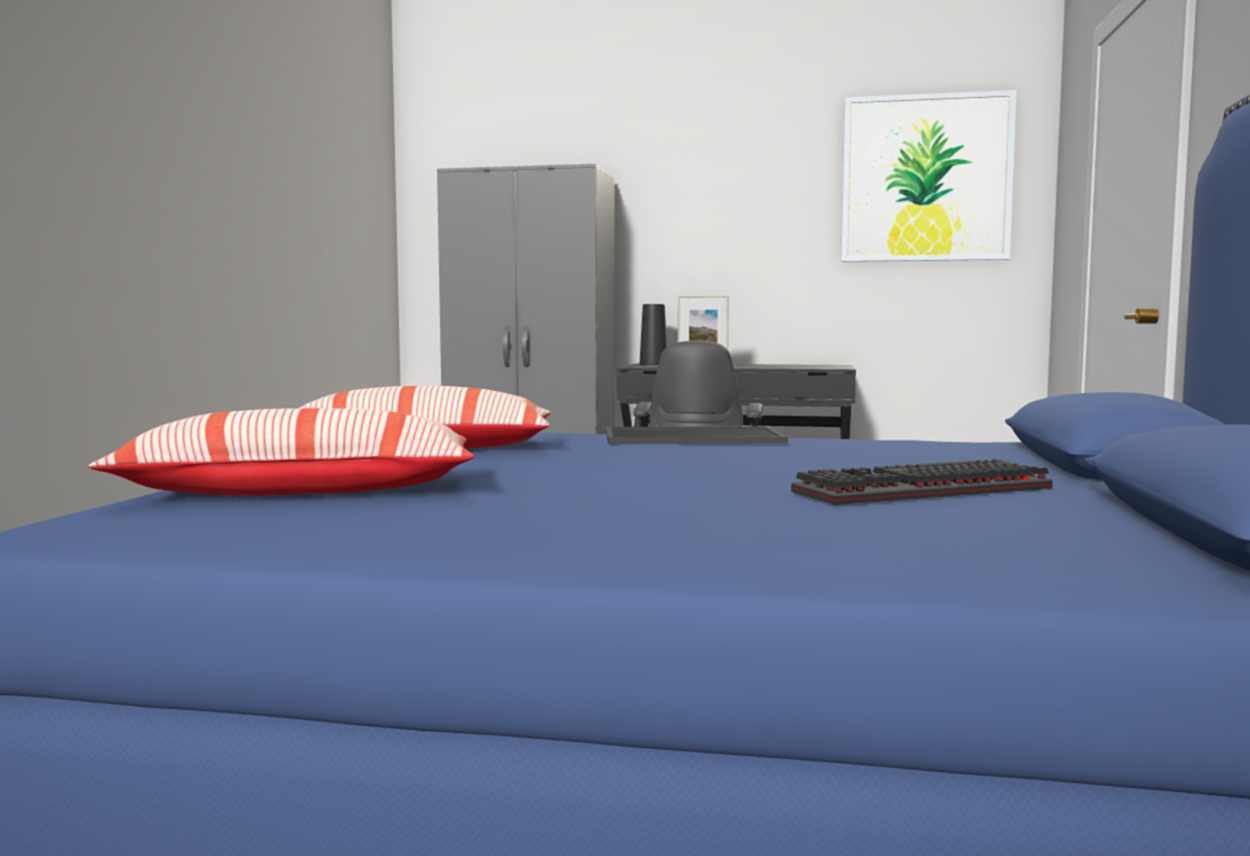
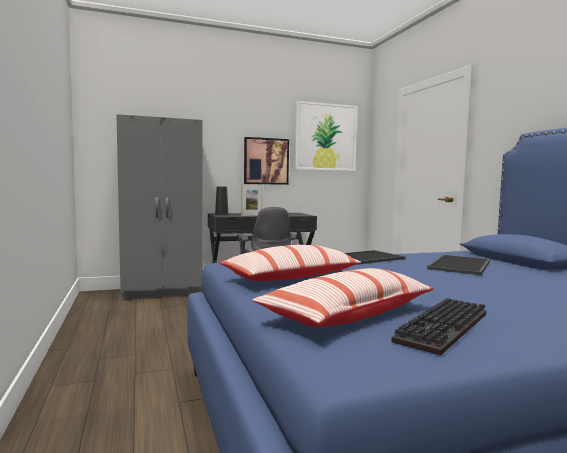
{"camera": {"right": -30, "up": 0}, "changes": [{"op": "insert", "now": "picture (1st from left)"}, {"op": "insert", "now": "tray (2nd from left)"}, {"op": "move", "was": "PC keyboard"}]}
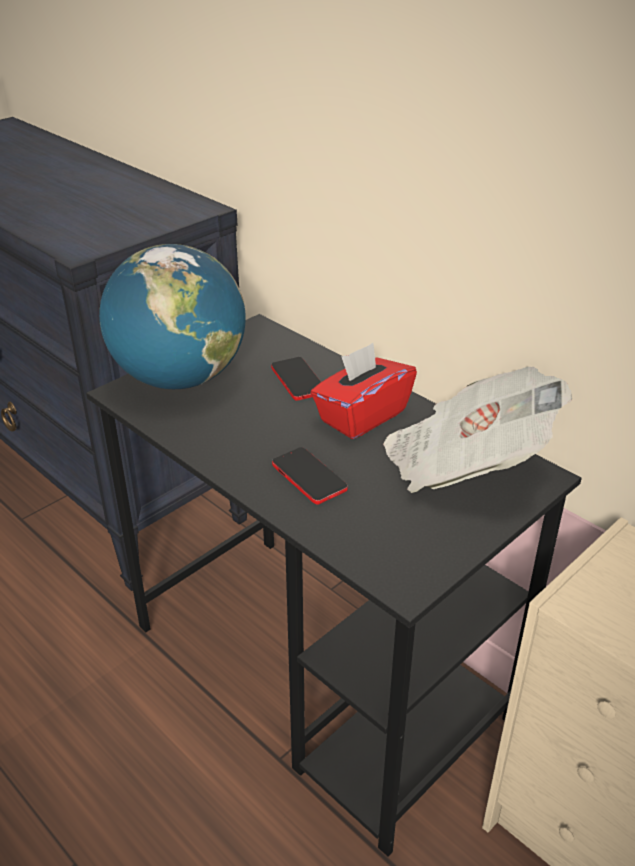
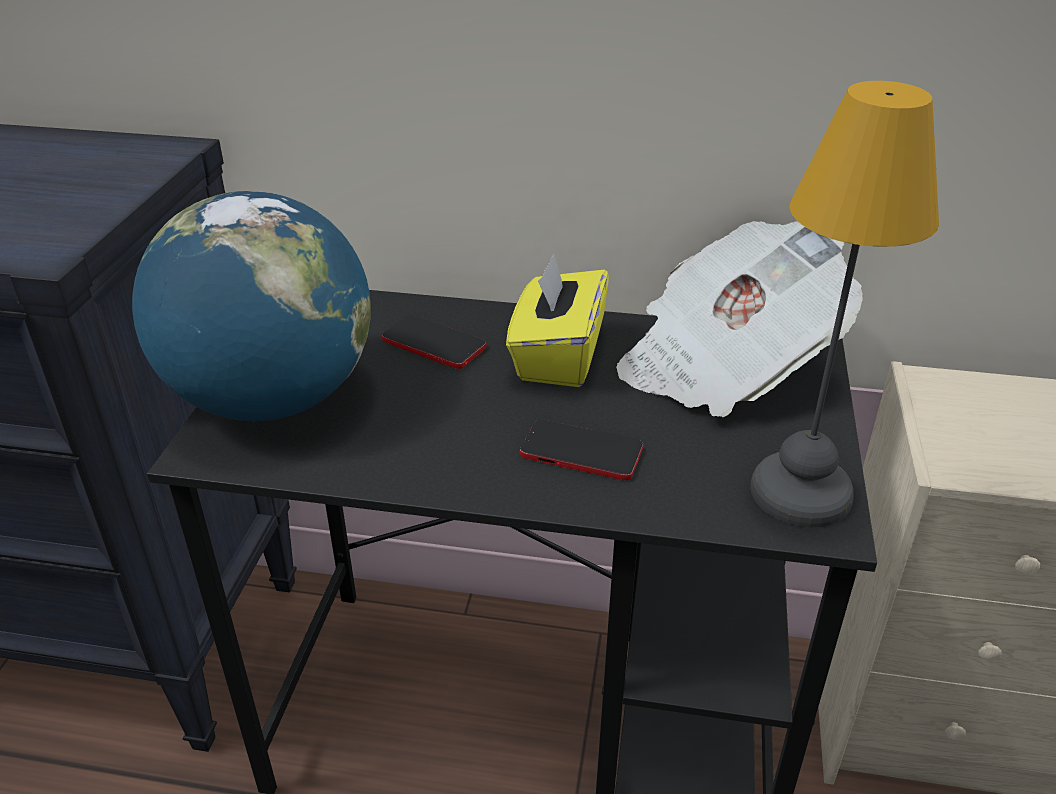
{"camera": {"right": -35, "up": 0}, "changes": [{"op": "insert", "now": "lamp for a table"}, {"op": "recolor", "was": "red-coloured tissue box", "now": "yellowish tissue box"}]}
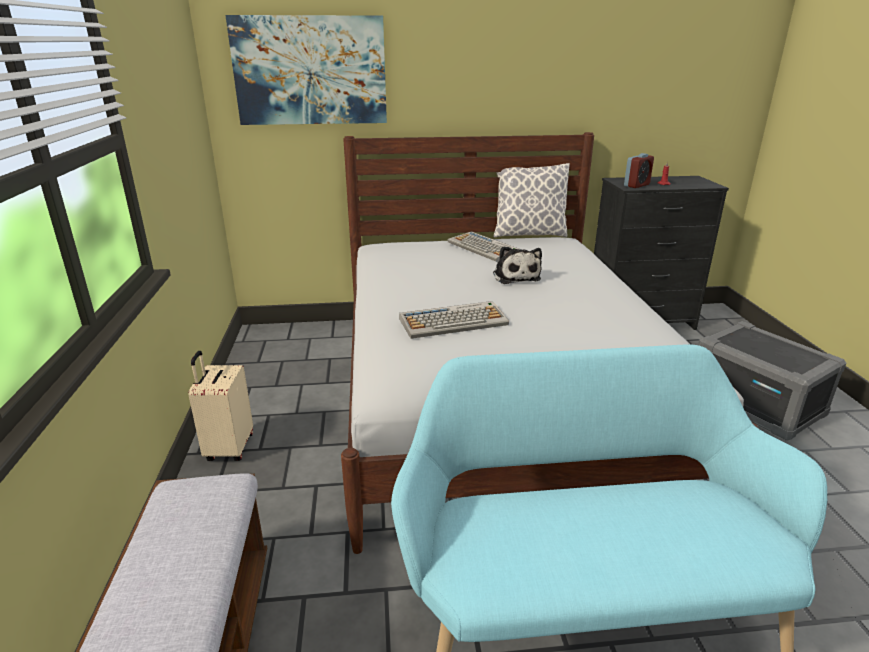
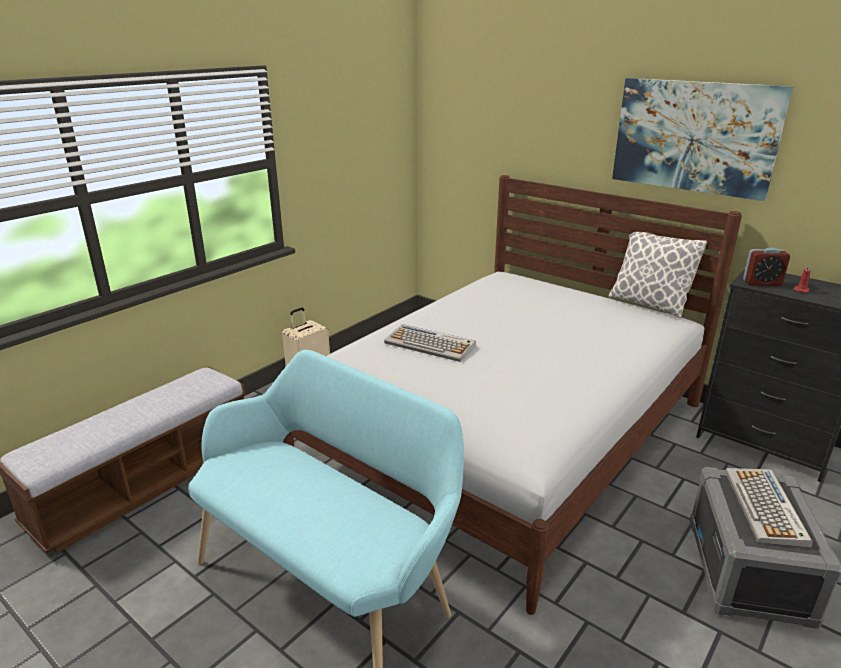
{"camera": {"right": 45, "up": 0}, "changes": [{"op": "delete", "was": "soft toy"}, {"op": "move", "was": "picture"}, {"op": "move", "was": "PC keyboard (2nd from left)"}]}
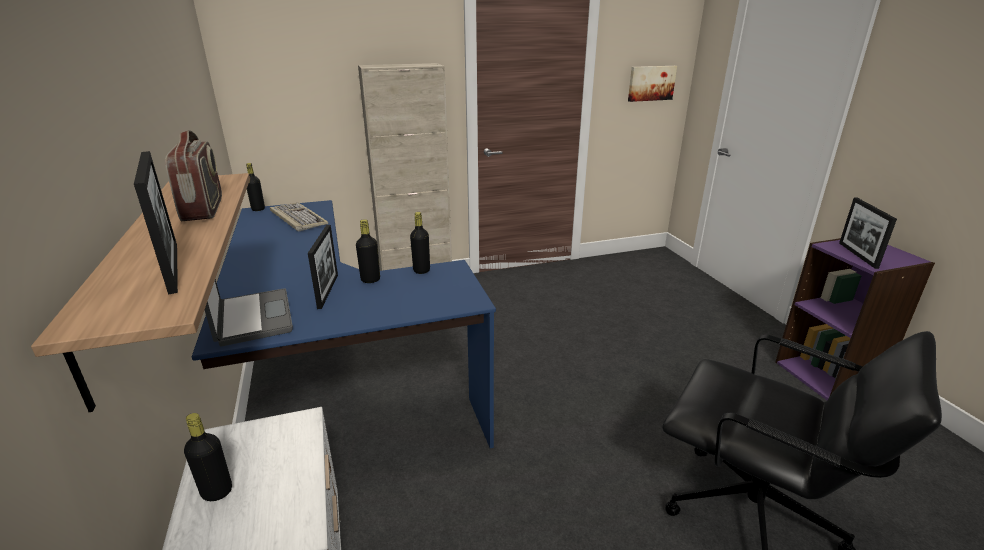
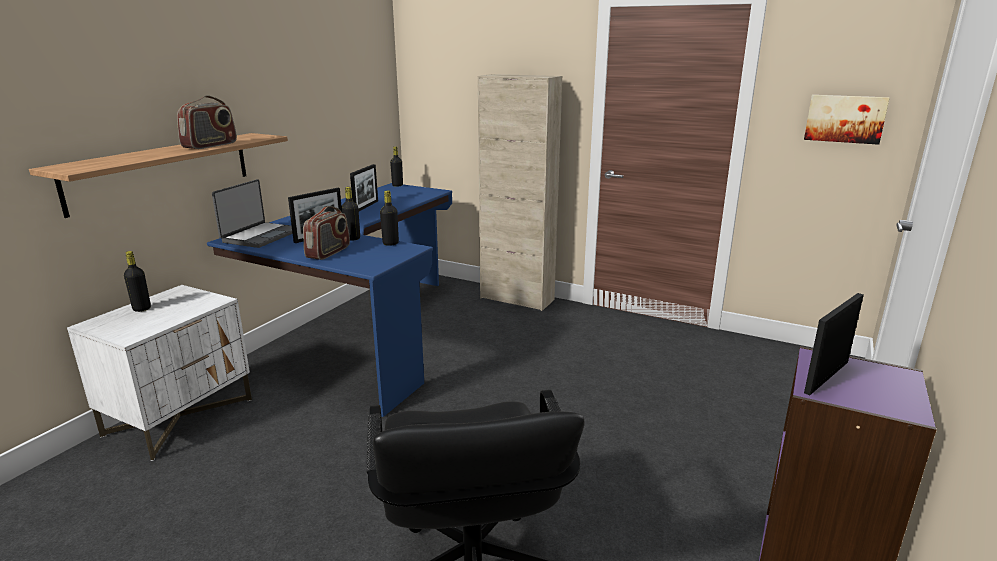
{"camera": {"right": 45, "up": -5}, "changes": [{"op": "delete", "was": "PC keyboard"}, {"op": "insert", "now": "radio set (2nd from left)"}, {"op": "move", "was": "photo frame (1st from left in the first image)", "now": "photo frame (2nd from left)"}]}
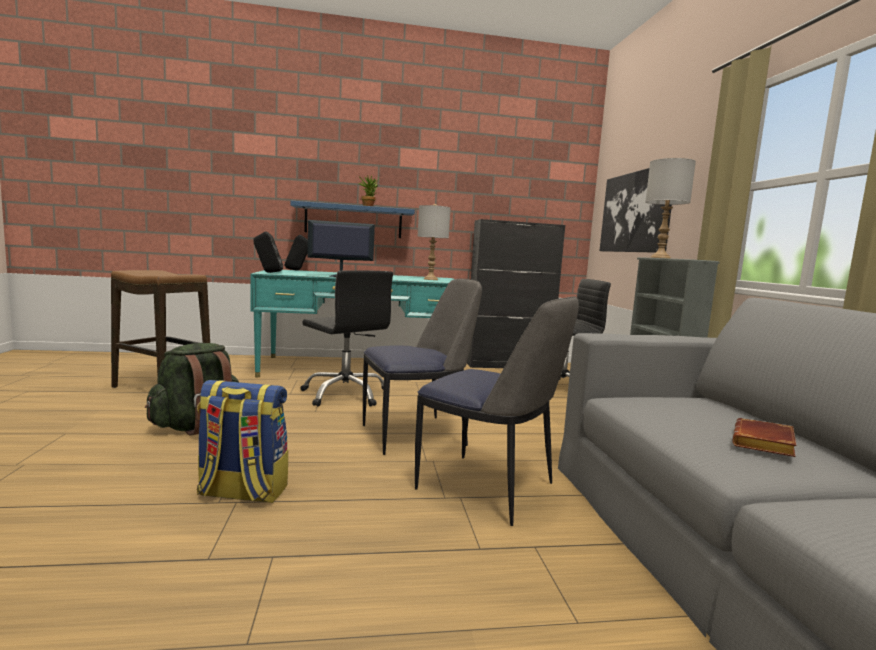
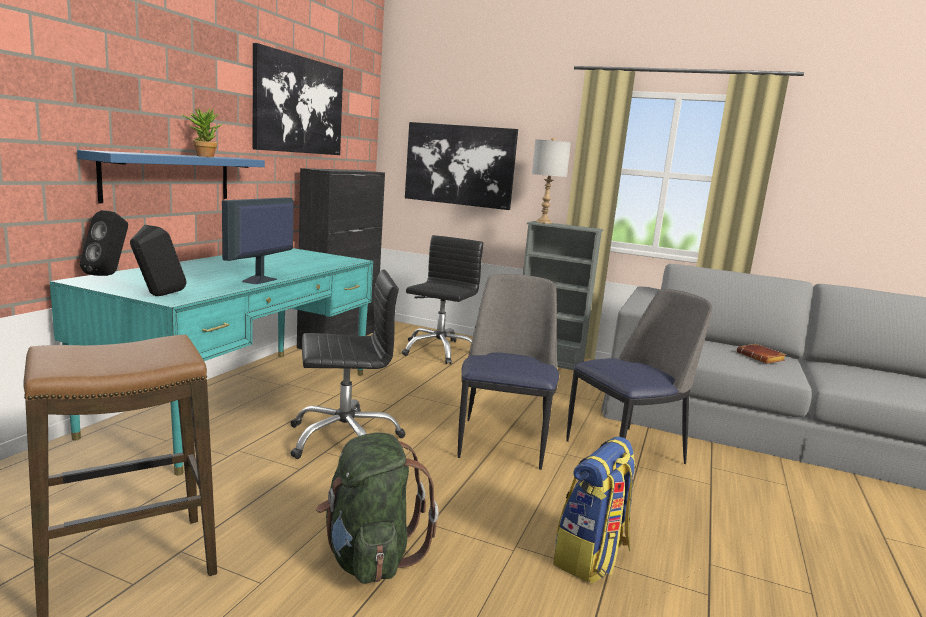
{"camera": {"right": -60, "up": 5}, "changes": [{"op": "delete", "was": "greyish lamp for a table (1st from left)"}, {"op": "insert", "now": "picture (1st from left)"}]}
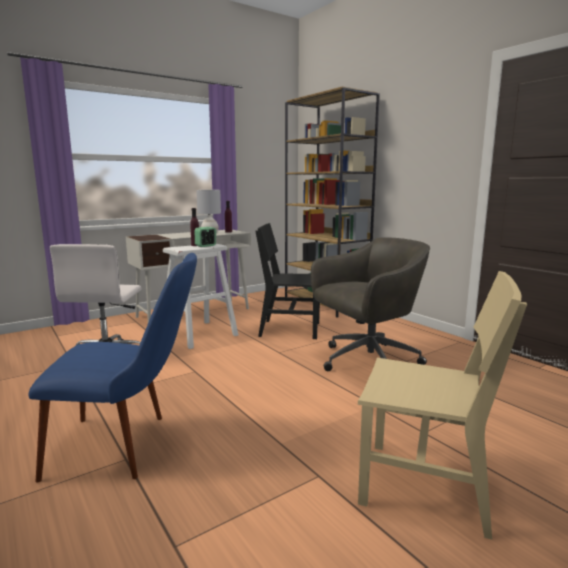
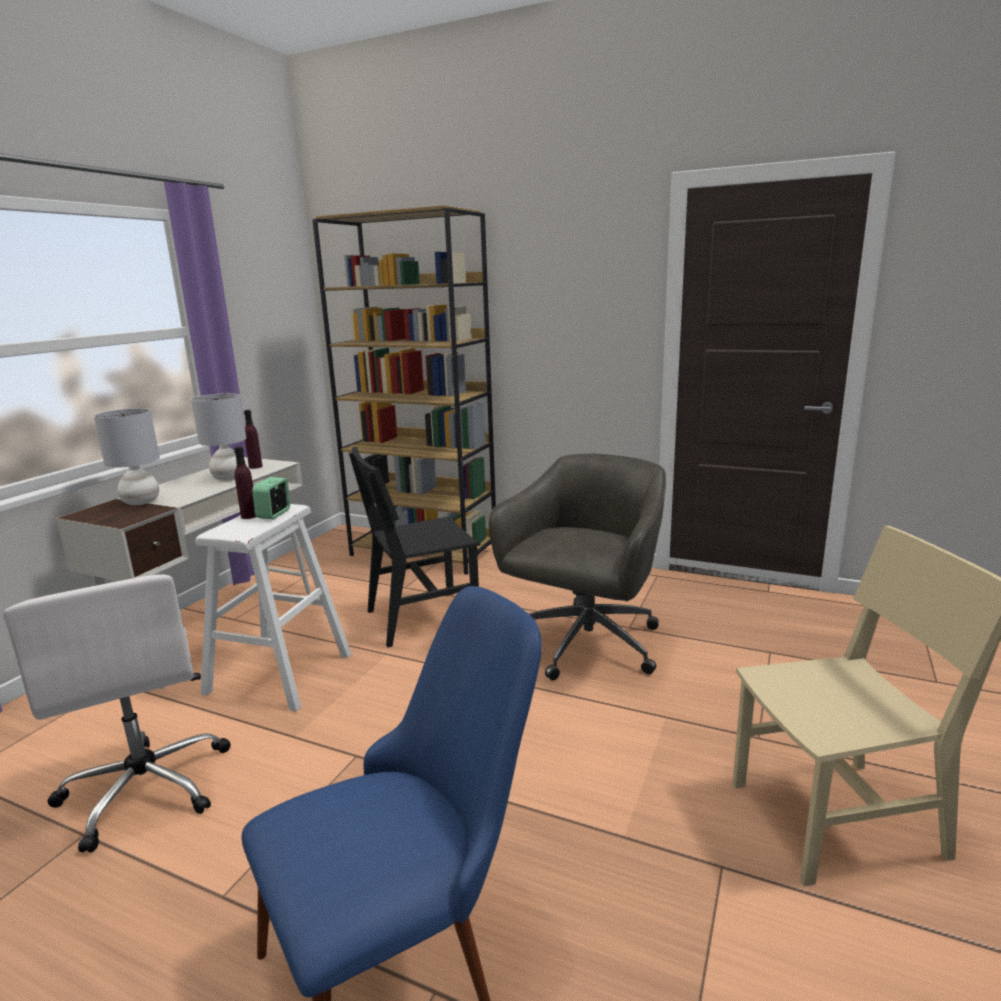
{"camera": {"right": -30, "up": 5}, "changes": [{"op": "insert", "now": "greyish lamp for a table (1st from left)"}]}
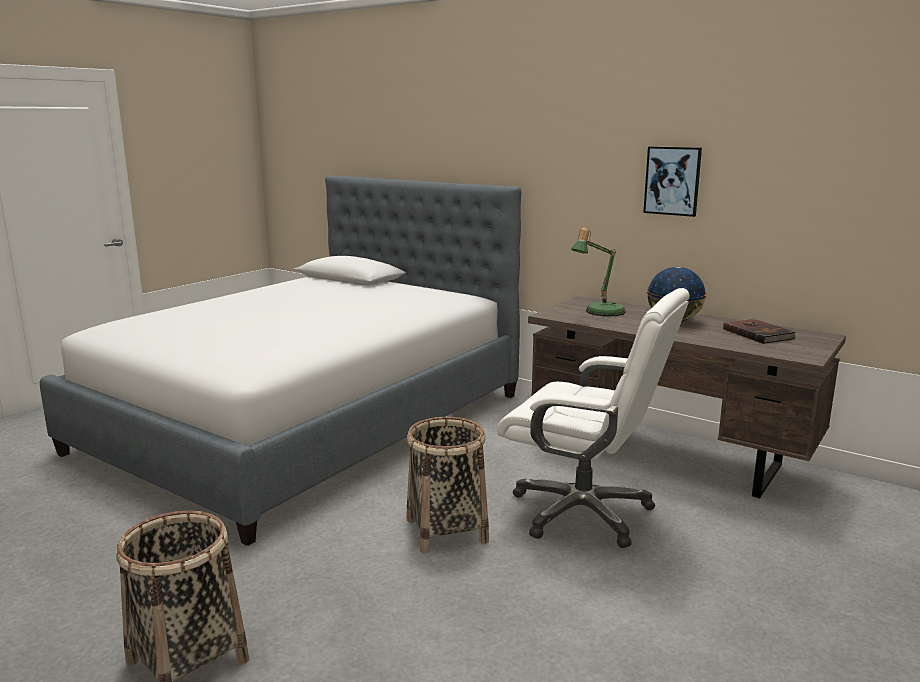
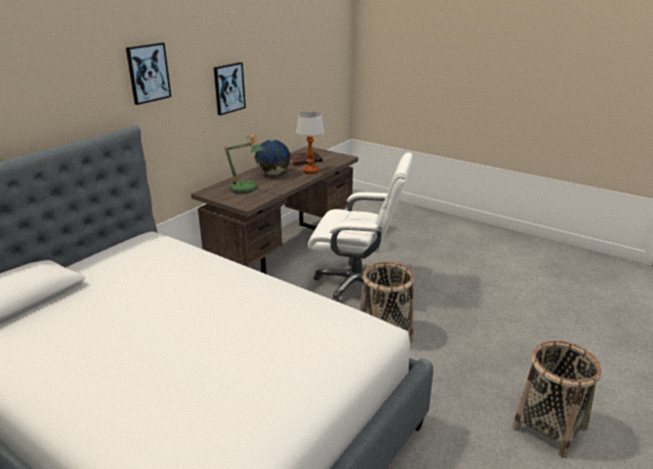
{"camera": {"right": -90, "up": 10}, "changes": [{"op": "insert", "now": "picture (1st from left)"}, {"op": "insert", "now": "lamp for a table (2nd from left)"}, {"op": "rotate", "was": "whitish office chair", "clockwise": 75}]}
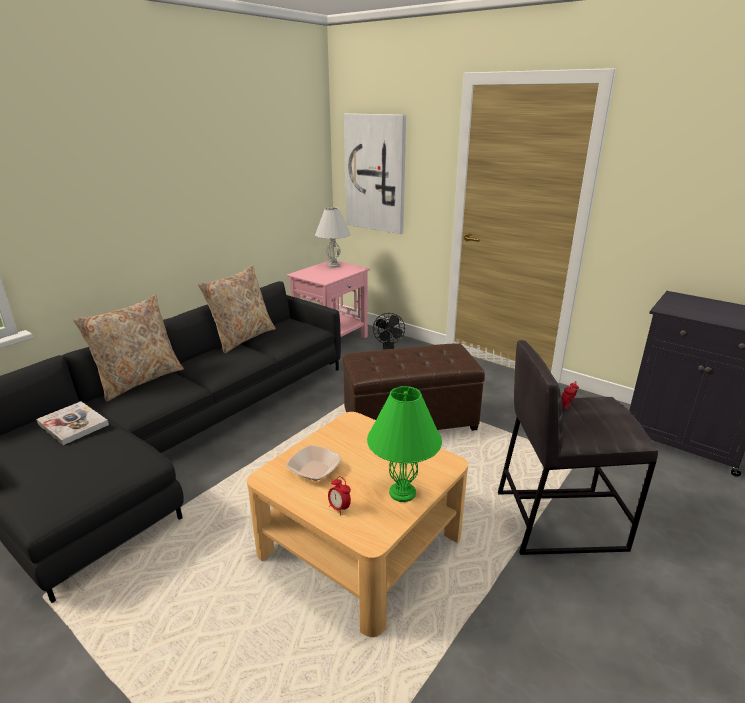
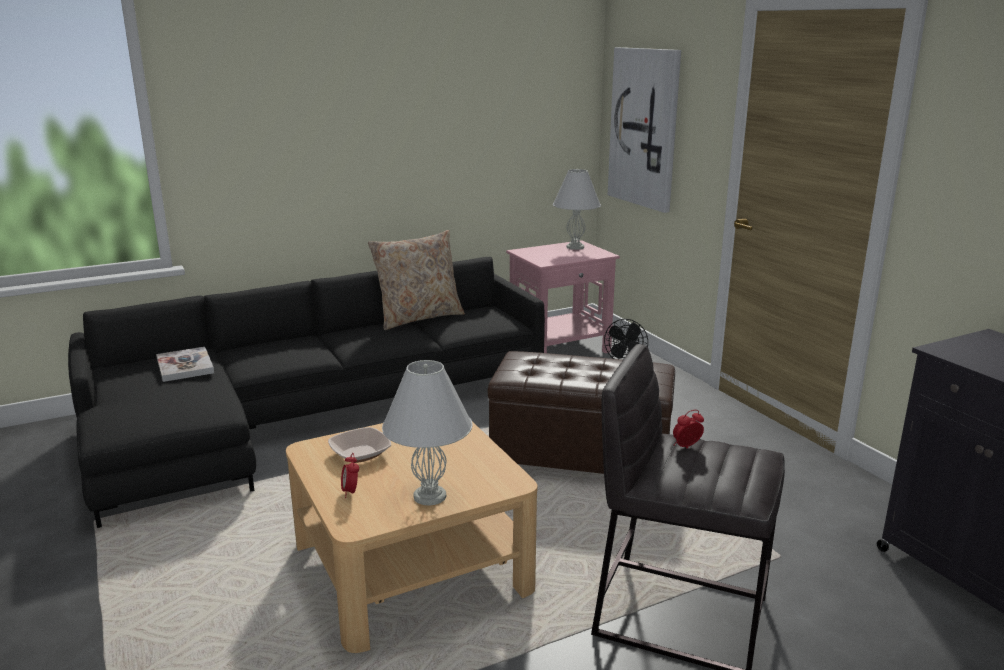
{"camera": {"right": 25, "up": -5}, "changes": [{"op": "delete", "was": "sand-coloured throw pillow (1st from left)"}, {"op": "recolor", "was": "green lamp for a table", "now": "whitish lamp for a table (1st from left)"}]}
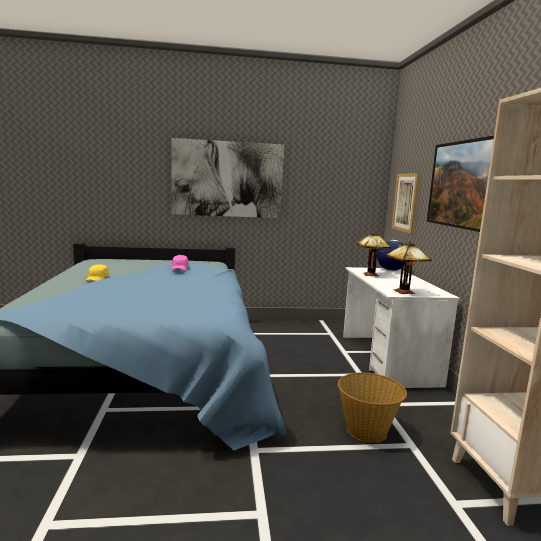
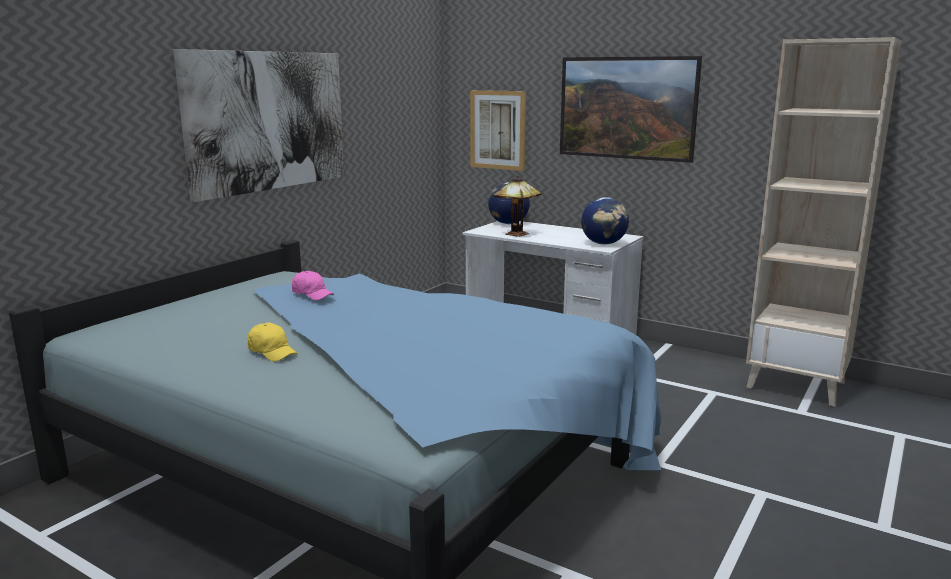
{"camera": {"right": -50, "up": 5}, "changes": [{"op": "delete", "was": "storage basket"}, {"op": "replace", "was": "lamp for a table (2nd from left)", "now": "world globe (2nd from left)"}]}
